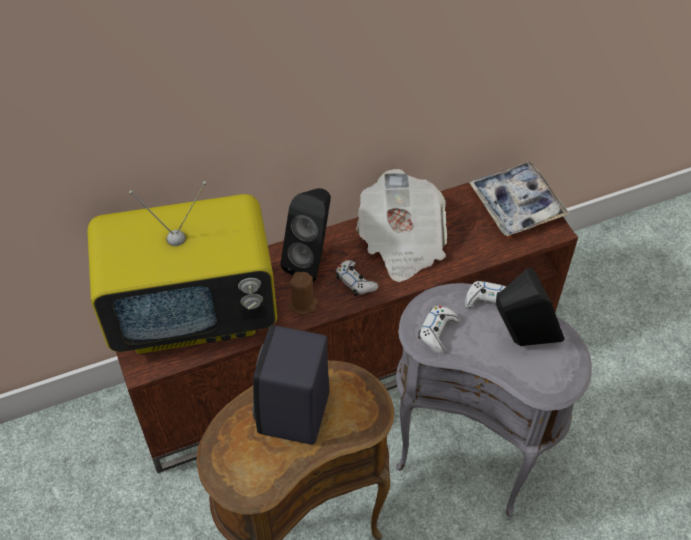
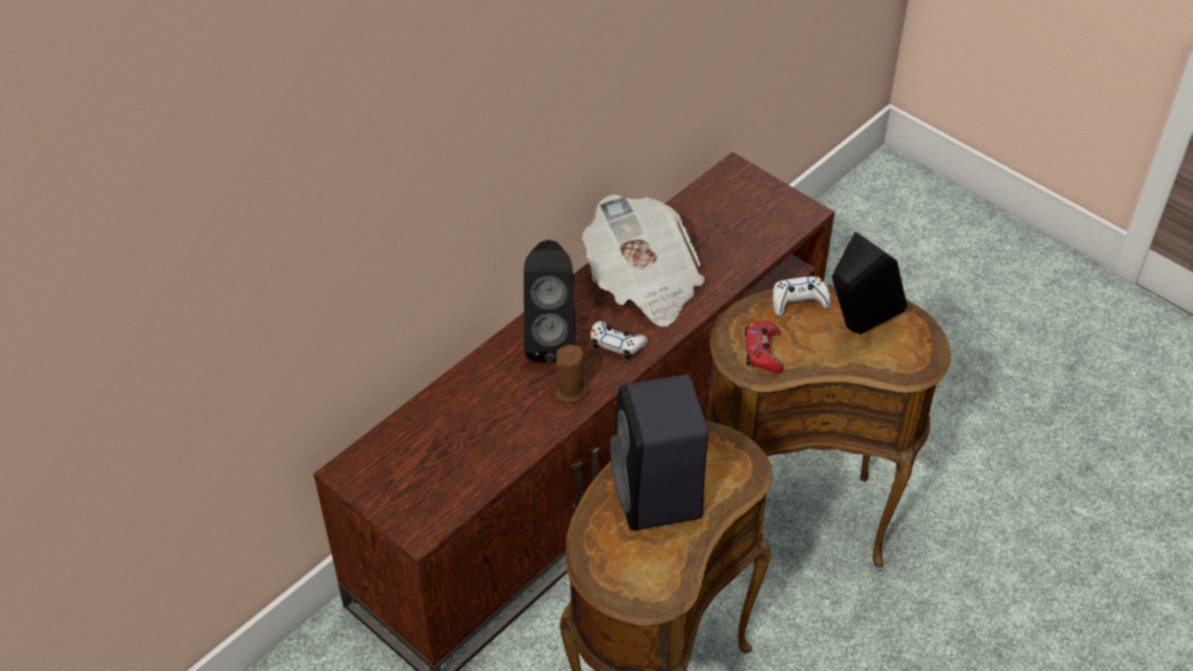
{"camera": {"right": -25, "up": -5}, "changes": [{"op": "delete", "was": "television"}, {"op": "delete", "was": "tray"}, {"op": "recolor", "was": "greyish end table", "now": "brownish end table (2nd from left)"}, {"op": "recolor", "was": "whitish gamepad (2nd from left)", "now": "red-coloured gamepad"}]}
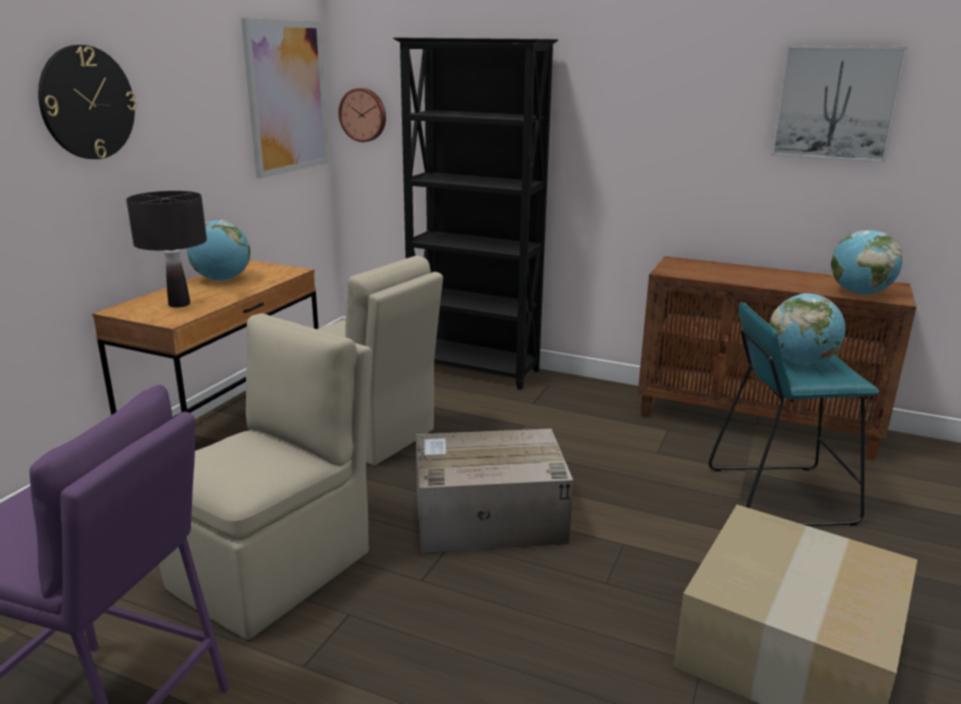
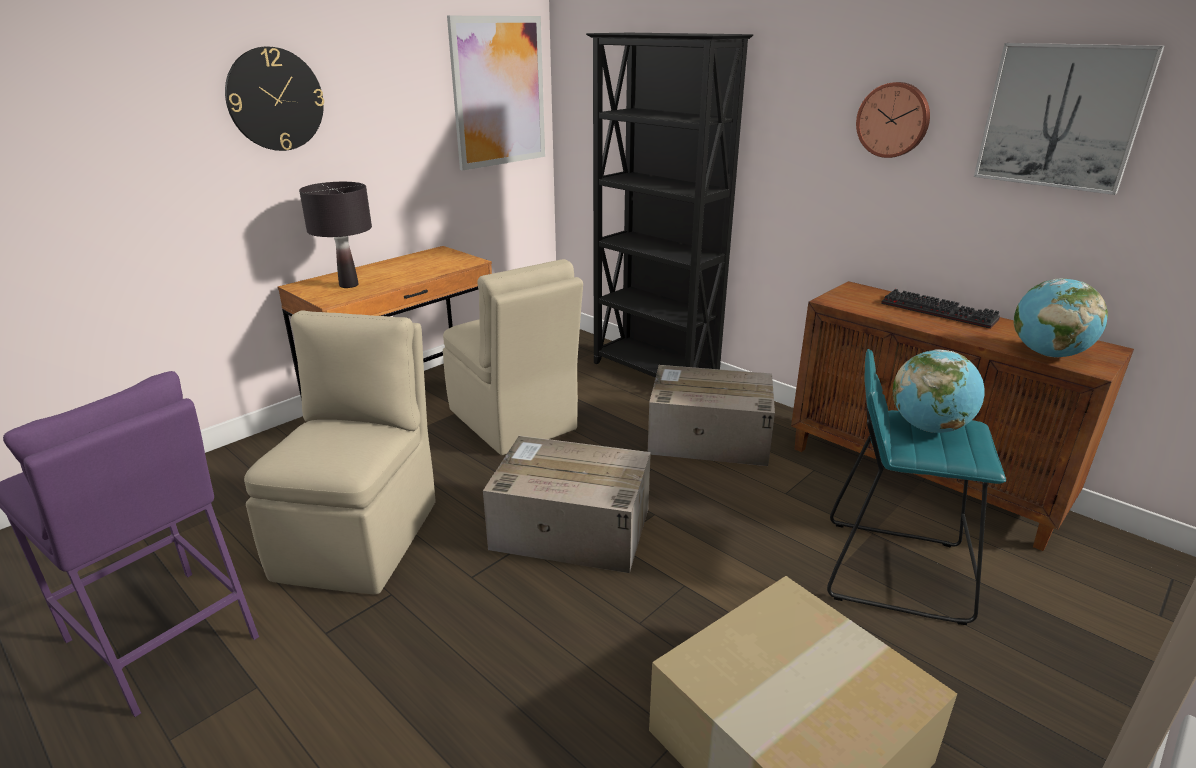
{"camera": {"right": 20, "up": 5}, "changes": [{"op": "delete", "was": "world globe (1st from left)"}, {"op": "insert", "now": "cardboard box (2nd from left)"}, {"op": "insert", "now": "PC keyboard"}, {"op": "move", "was": "clock on the wall (2nd from left)"}, {"op": "rotate", "was": "sand-coloured upright chair (1st from left)", "clockwise": -45}]}
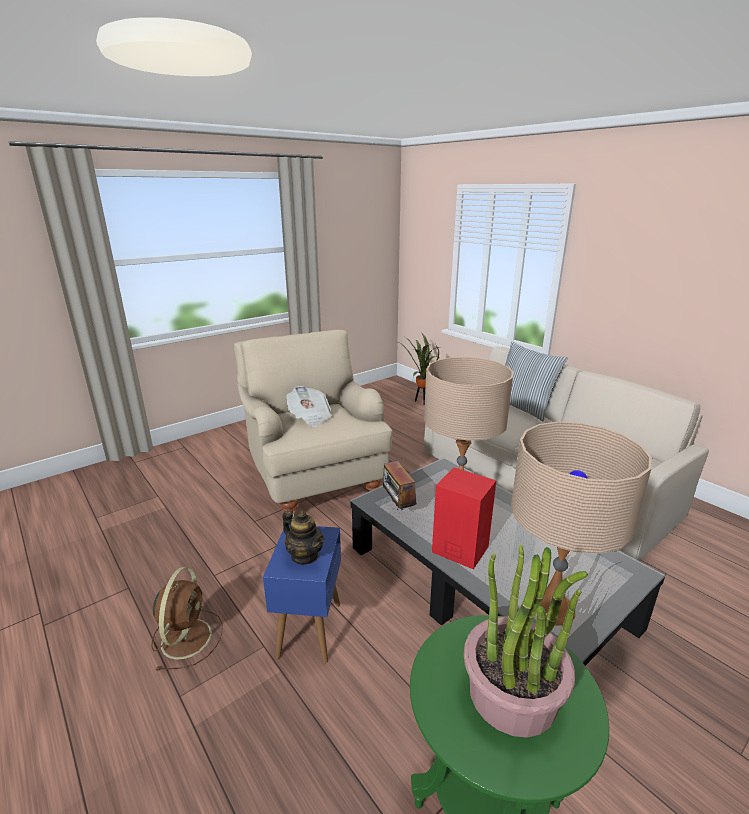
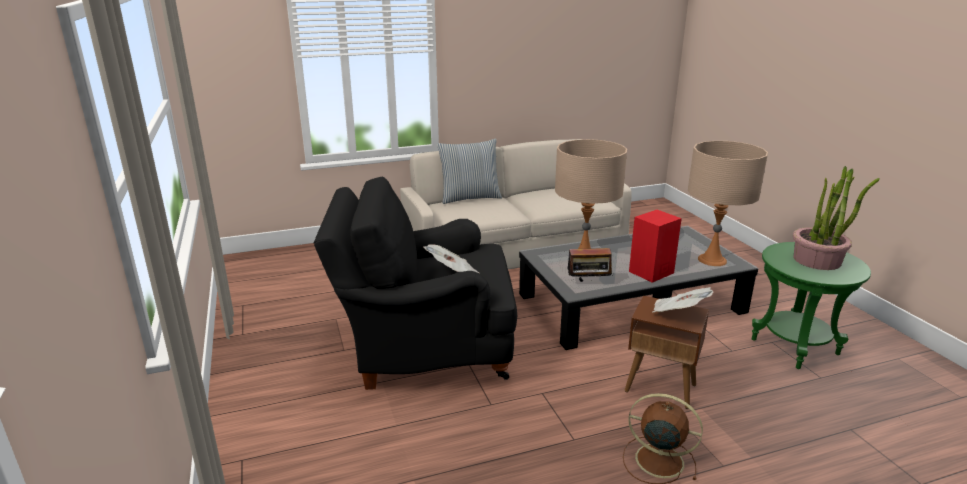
{"camera": {"right": -70, "up": 0}, "changes": [{"op": "delete", "was": "potted plant (1st from left)"}, {"op": "replace", "was": "tea pot", "now": "daily paper (2nd from left)"}, {"op": "recolor", "was": "sand-coloured lounge chair", "now": "black lounge chair"}, {"op": "recolor", "was": "blue end table", "now": "brownish end table"}]}
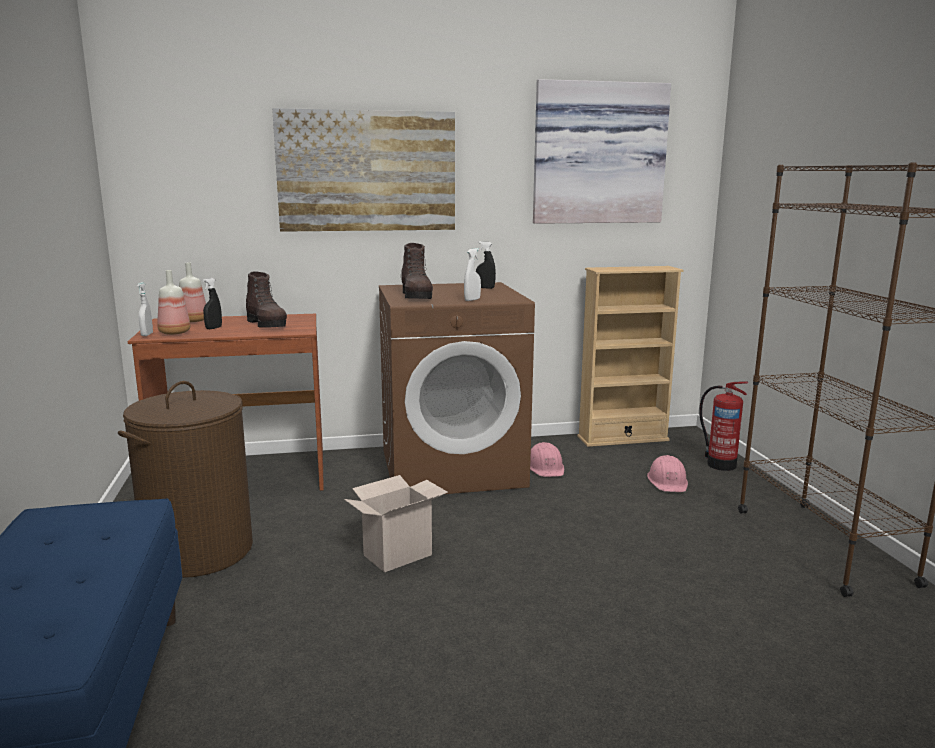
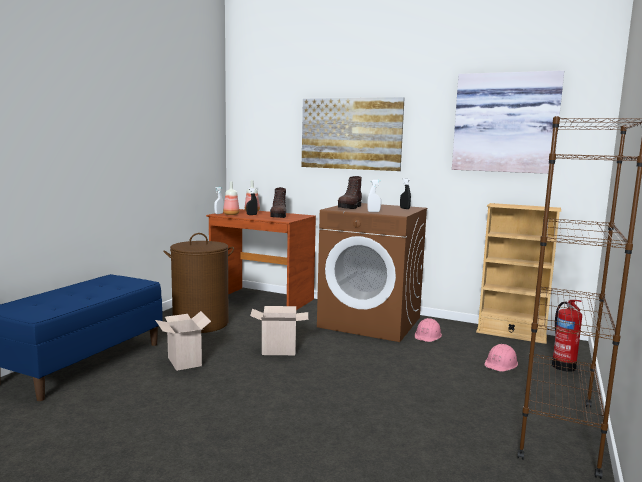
{"camera": {"right": 35, "up": -5}, "changes": [{"op": "insert", "now": "cardboard box (1st from left)"}]}
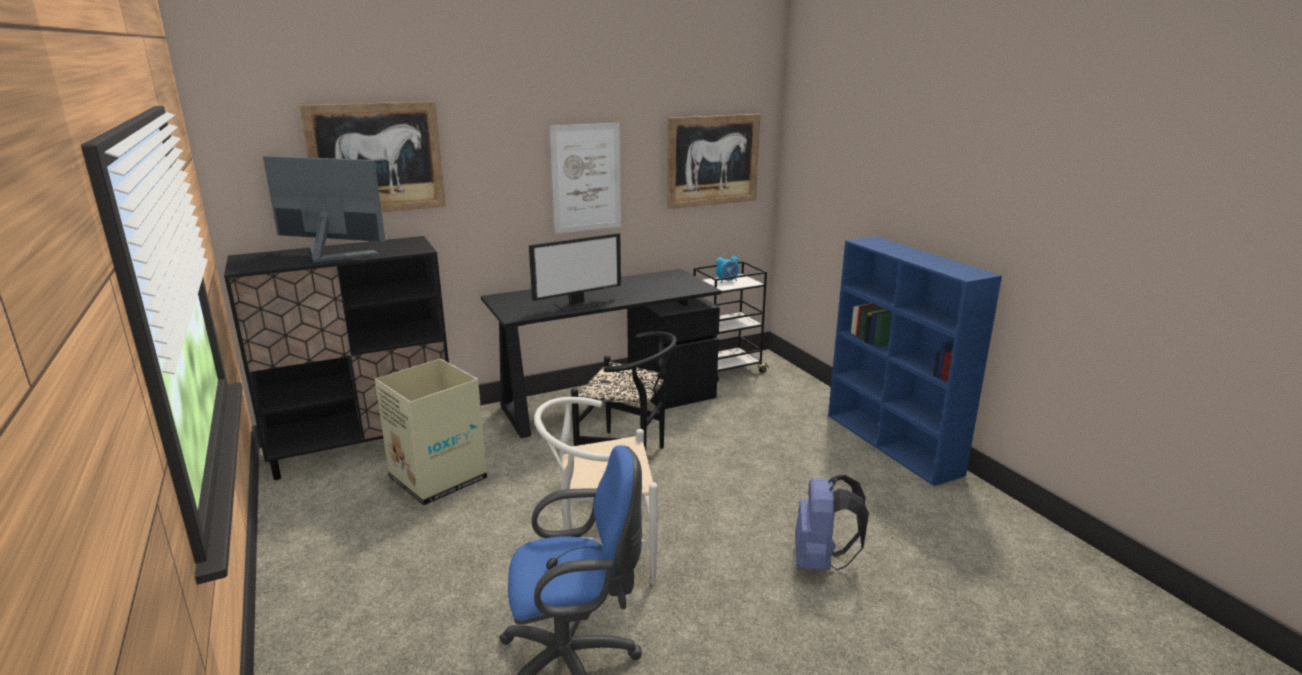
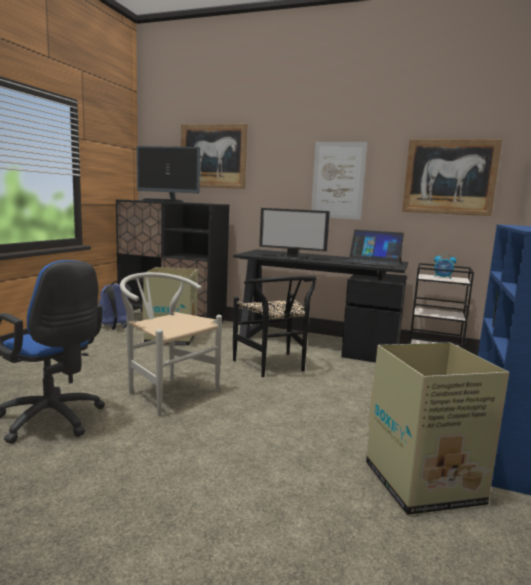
{"camera": {"right": 45, "up": -10}, "changes": [{"op": "insert", "now": "portable computer"}, {"op": "insert", "now": "cardboard box (2nd from left)"}, {"op": "move", "was": "blue rucksack"}, {"op": "rotate", "was": "computer display (1st from left)", "clockwise": 135}]}
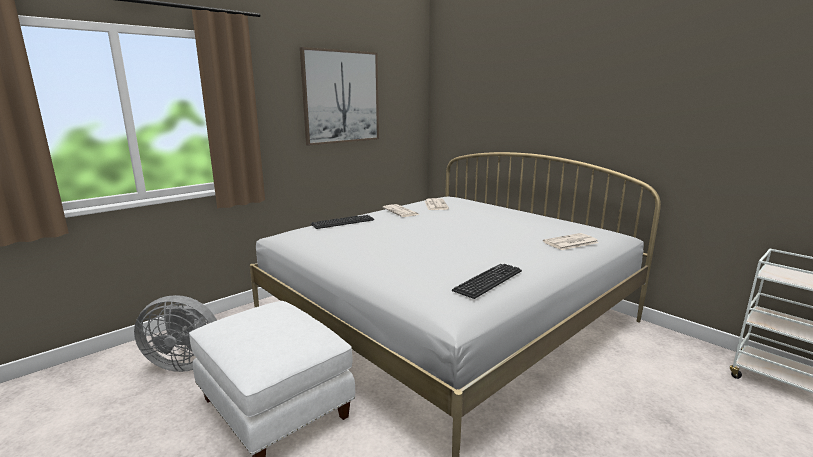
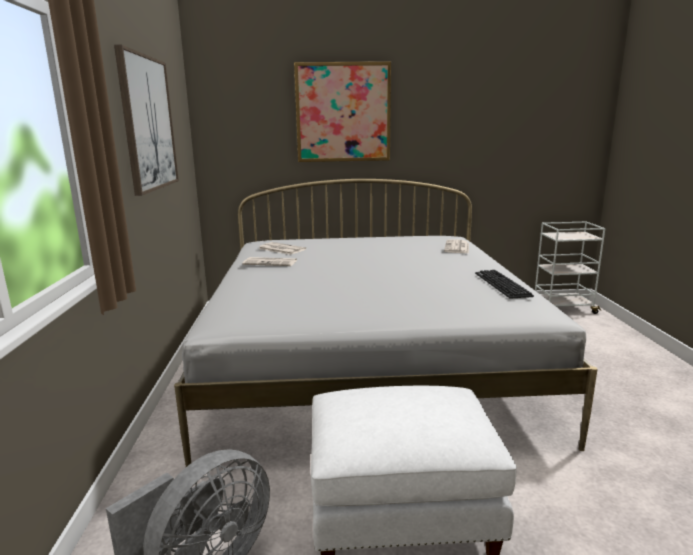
{"camera": {"right": -50, "up": 0}, "changes": [{"op": "delete", "was": "PC keyboard (1st from left)"}, {"op": "insert", "now": "picture (2nd from left)"}]}
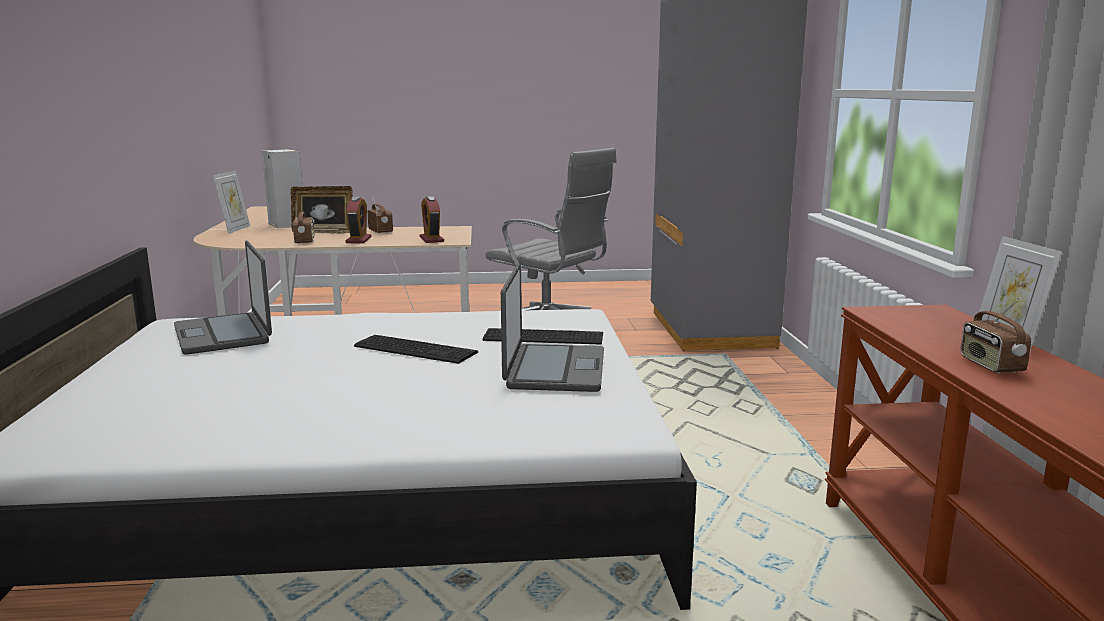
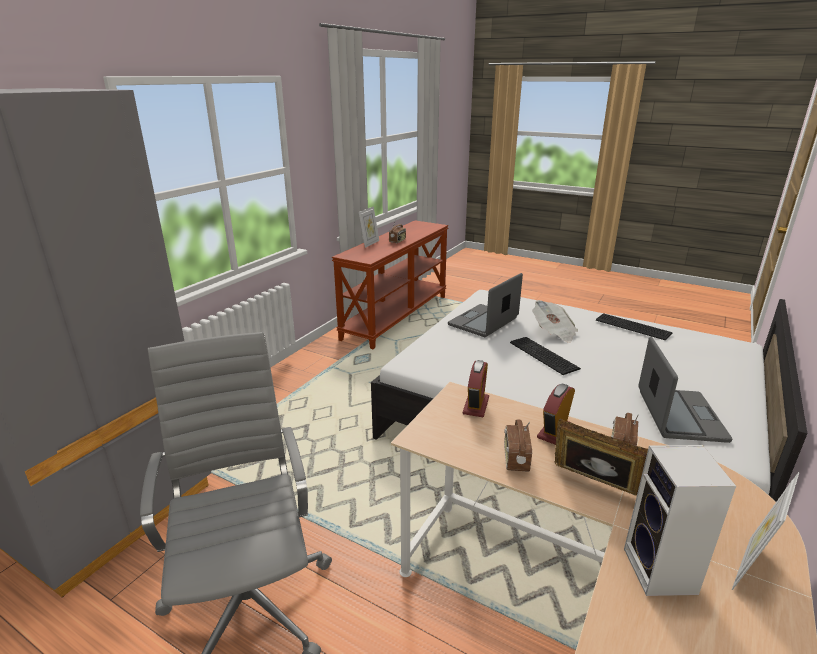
{"camera": {"right": -145, "up": 10}, "changes": [{"op": "insert", "now": "daily paper"}, {"op": "move", "was": "PC keyboard (2nd from left)"}]}
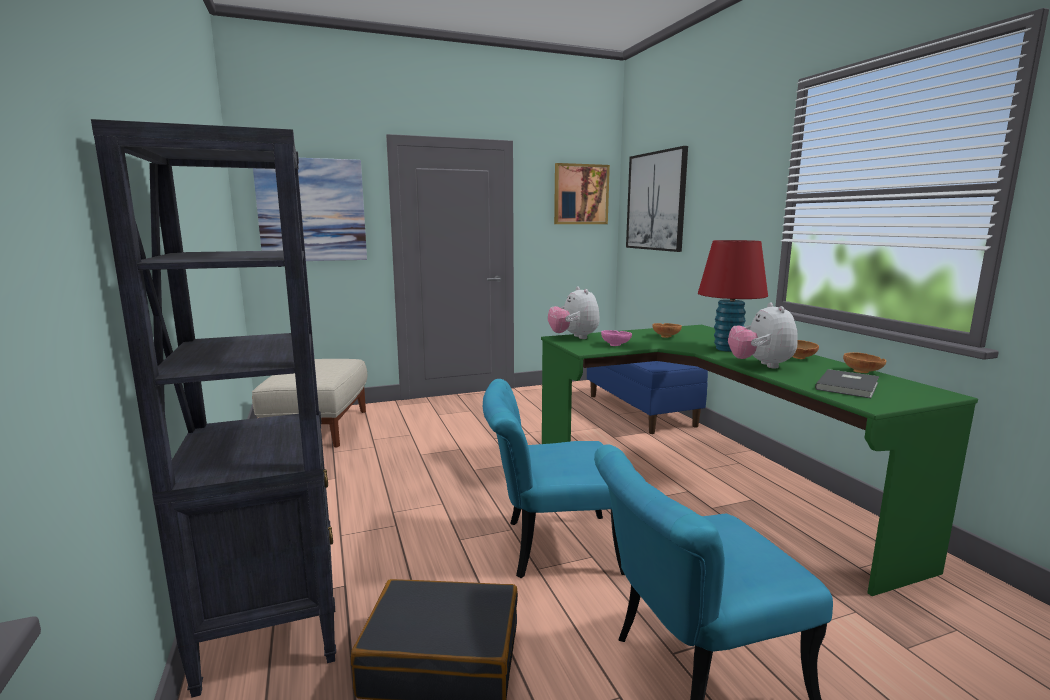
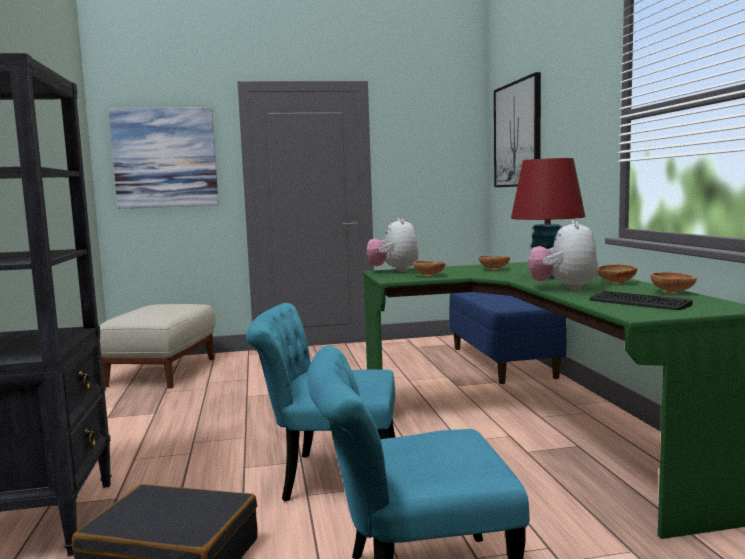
{"camera": {"right": 10, "up": -5}, "changes": [{"op": "delete", "was": "picture (2nd from left)"}, {"op": "replace", "was": "greyish volume", "now": "PC keyboard"}, {"op": "recolor", "was": "pinkish bowl", "now": "brownish bowl (1st from left)"}]}
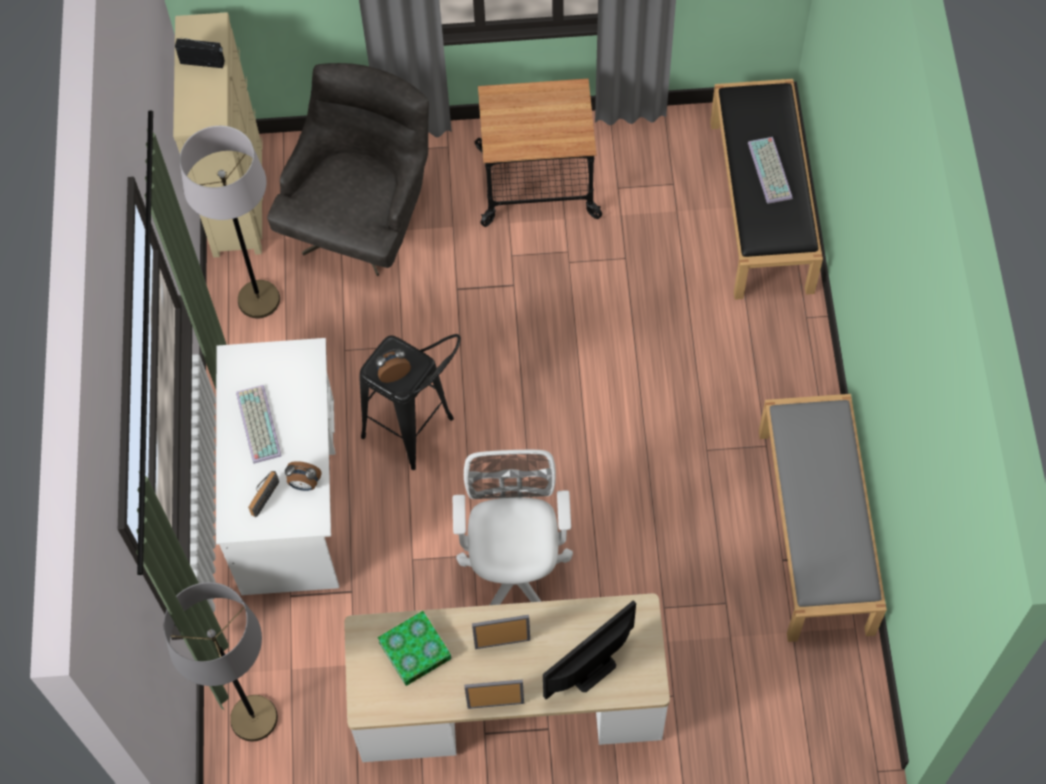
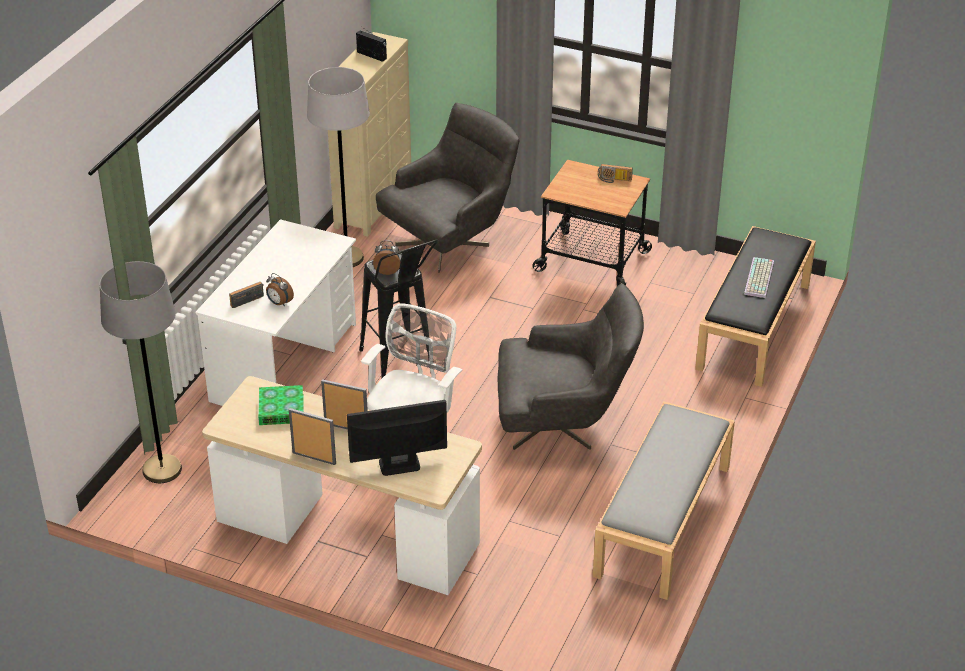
{"camera": {"right": 25, "up": -25}, "changes": [{"op": "delete", "was": "PC keyboard (1st from left)"}, {"op": "insert", "now": "greyish lounge chair (2nd from left)"}, {"op": "insert", "now": "radio set (3rd from left)"}]}
